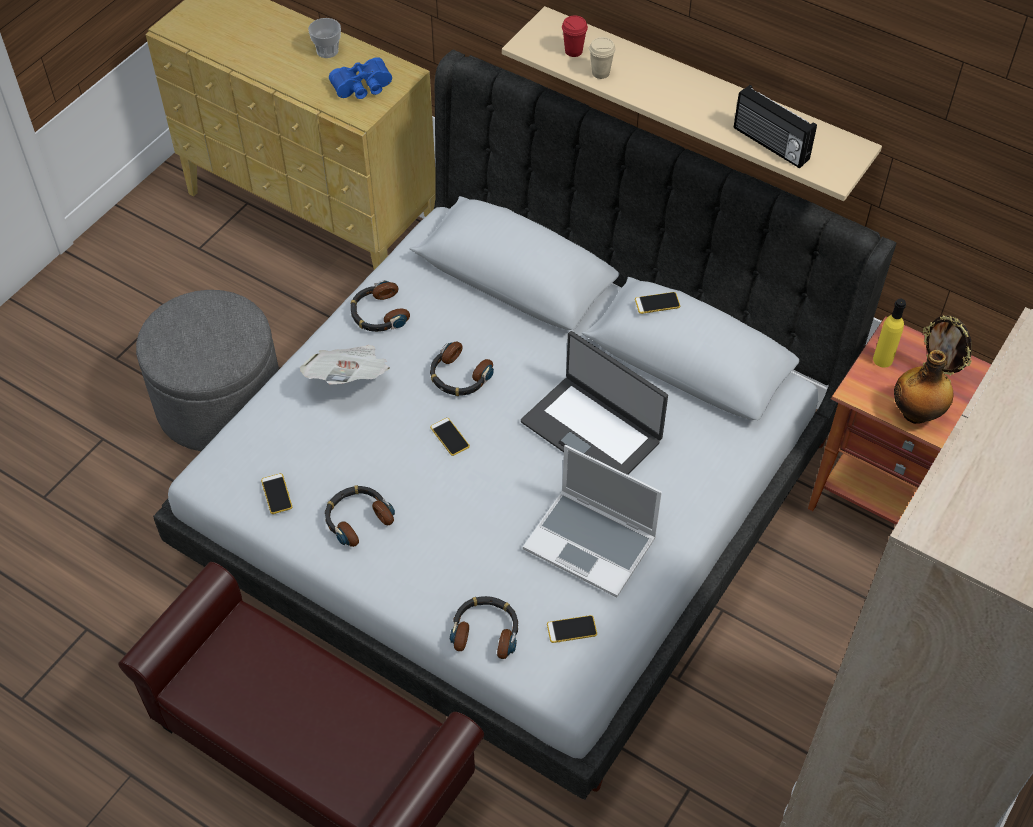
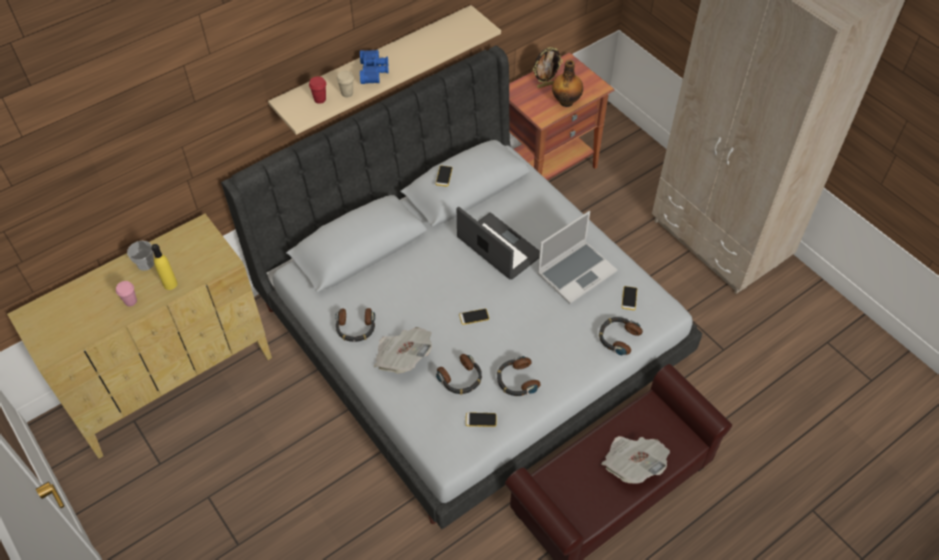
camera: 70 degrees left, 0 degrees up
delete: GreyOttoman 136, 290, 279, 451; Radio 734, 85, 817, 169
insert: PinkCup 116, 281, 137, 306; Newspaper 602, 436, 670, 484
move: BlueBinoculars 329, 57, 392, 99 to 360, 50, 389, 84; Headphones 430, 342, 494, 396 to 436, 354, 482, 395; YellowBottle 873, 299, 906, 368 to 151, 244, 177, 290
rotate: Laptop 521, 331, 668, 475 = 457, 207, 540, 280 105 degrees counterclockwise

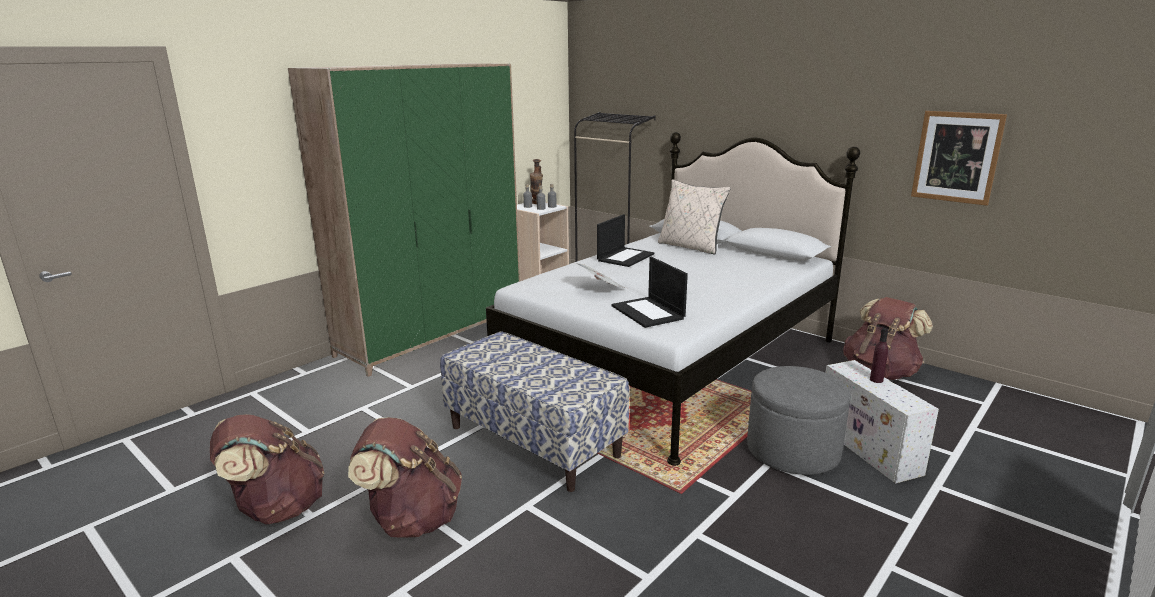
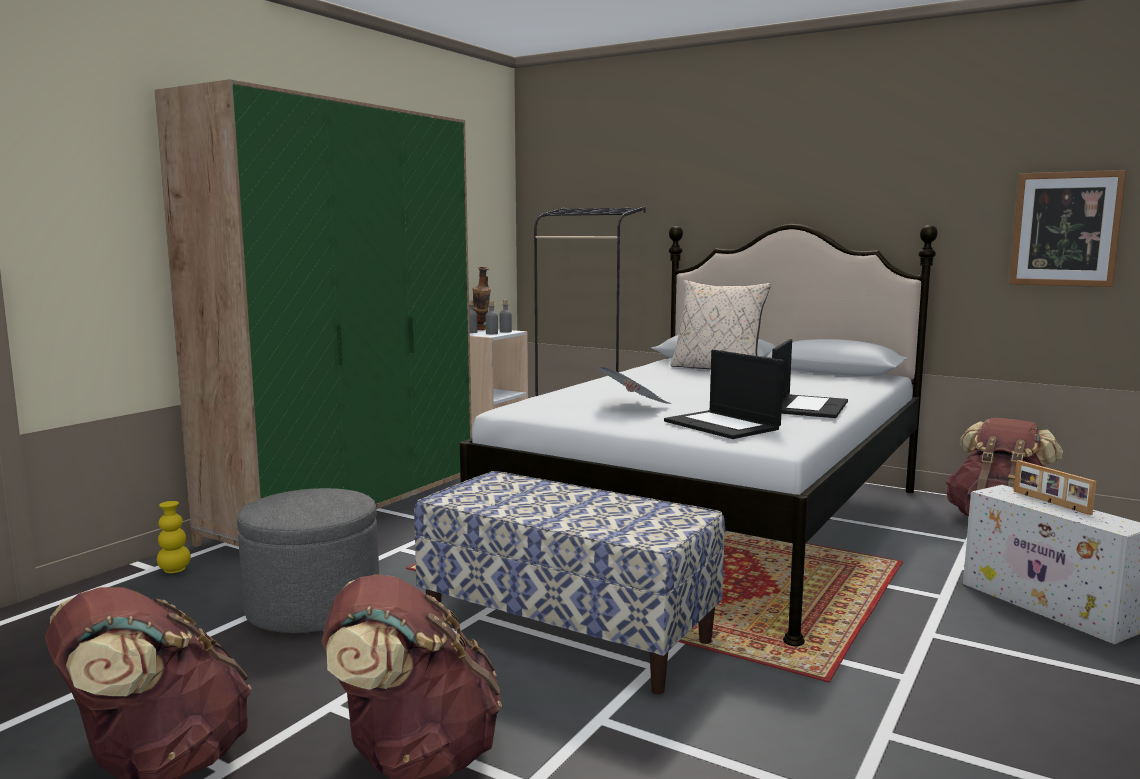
camera: 10 degrees left, 10 degrees down
insert: YellowVase 157, 501, 191, 573
move: Laptop 597, 214, 654, 267 to 772, 339, 848, 418; GreyOttoman 747, 366, 851, 475 to 237, 488, 379, 633
replace: PurpleBottle 870, 328, 888, 383 to PictureFrame 1014, 460, 1096, 515

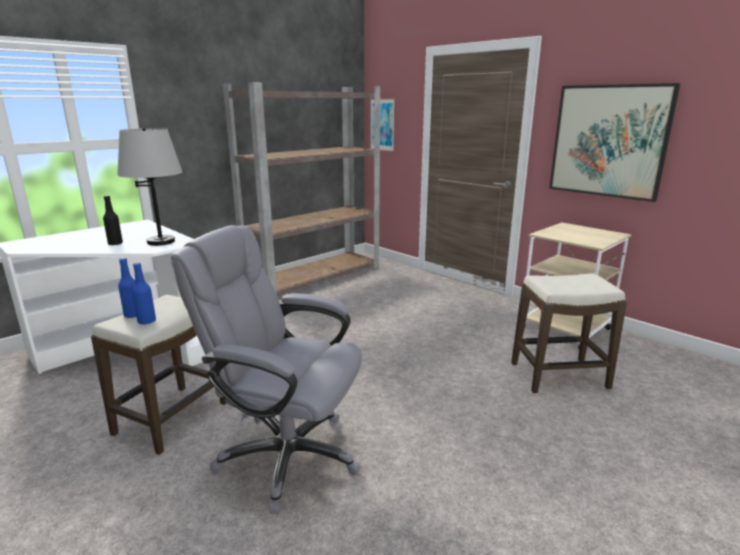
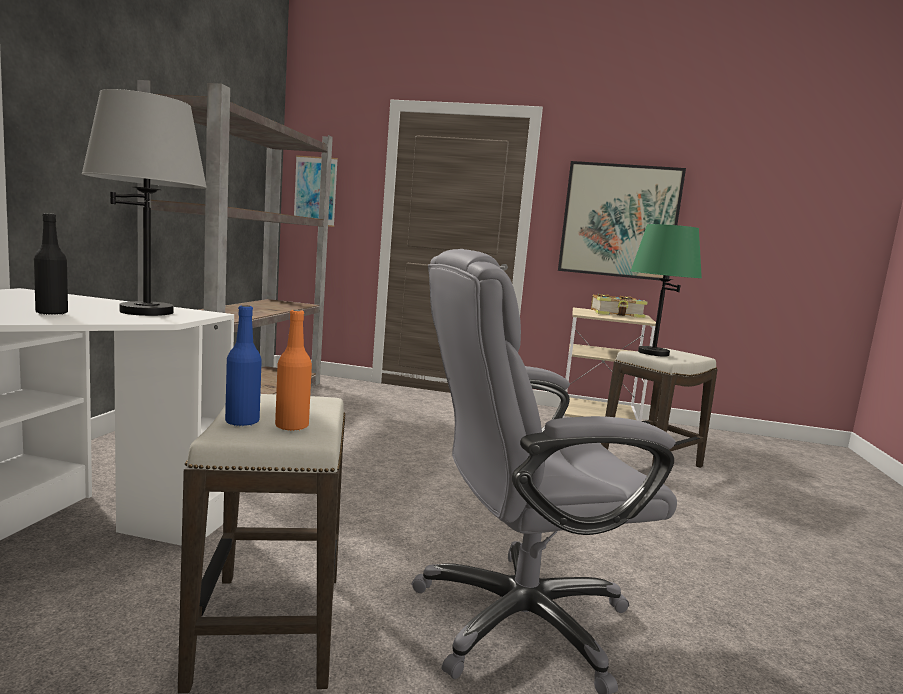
camera: 35 degrees left, 10 degrees down
insert: Book 591, 294, 647, 318; GreenTableLamp 631, 224, 702, 357
recolor: BlueBottle 132, 262, 156, 325 to OrangeBottle 275, 310, 312, 431

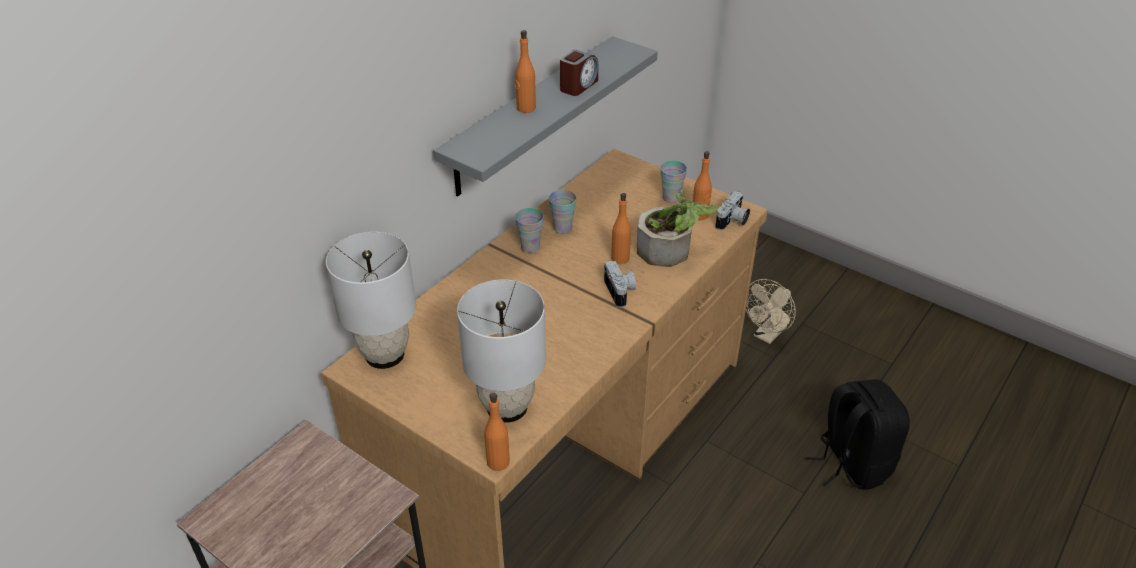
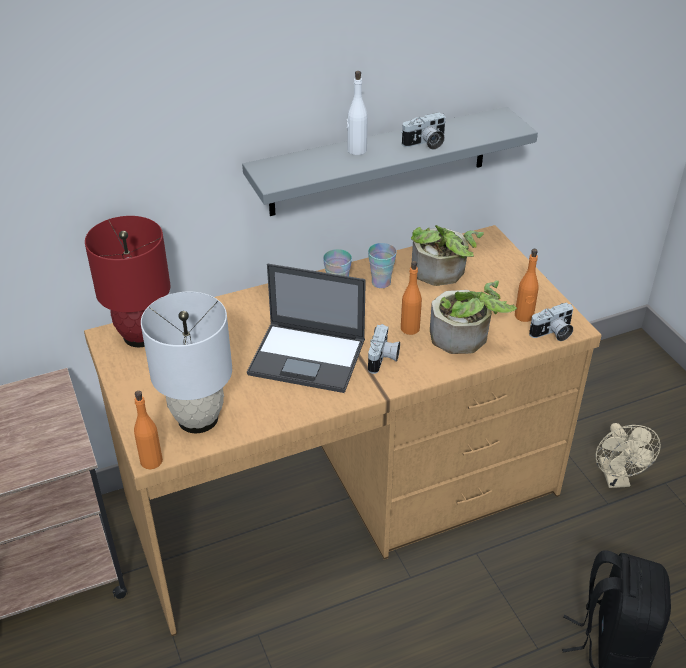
camera: 30 degrees right, 0 degrees up
delete: Cup 660, 161, 687, 203
insert: Laptop 247, 264, 366, 393; PottedPlant 411, 225, 484, 286
replace: AlarmClock 560, 50, 598, 96 to PhotoCamera 401, 112, 446, 150
recolor: WhiteTableLamp 326, 232, 416, 369 to RedTableLamp 85, 216, 170, 347; OrangeBottle 515, 30, 536, 113 to WhiteBottle 347, 71, 368, 155
rotate: BeigeFan 746, 279, 796, 344 = 595, 423, 661, 488 75 degrees counterclockwise

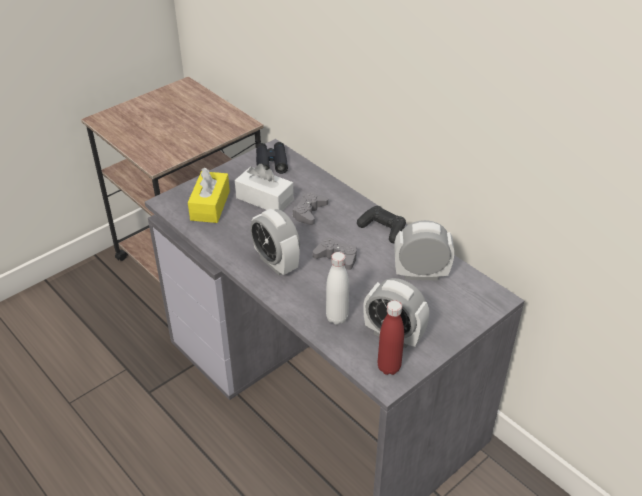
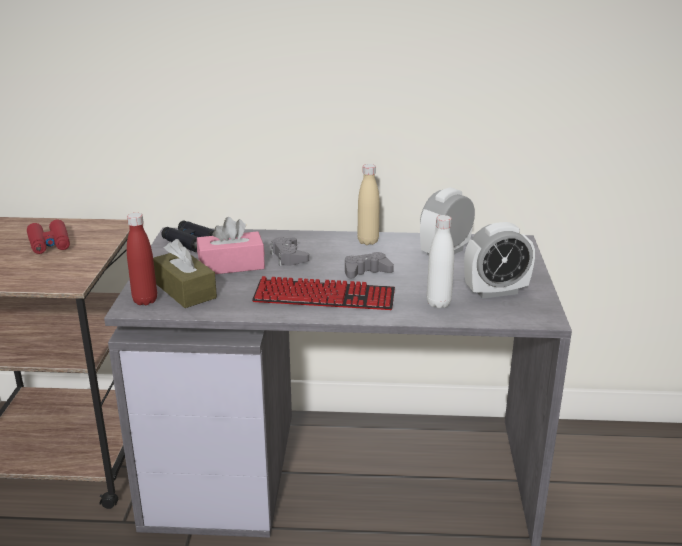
camera: 45 degrees left, 15 degrees down
insert: RedBinoculars 27, 220, 70, 254
move: RedBottle 378, 300, 404, 375 to 127, 213, 157, 305
replace: AlarmClock 250, 209, 300, 276 to Keyboard 252, 276, 395, 310; BlackGameController 357, 206, 406, 243 to BeigeBottle 357, 164, 380, 245
recolor: YellowTissueBox 188, 167, 230, 223 to BrownTissueBox 153, 239, 217, 308; WhiteTissueBox 235, 164, 294, 211 to PinkTissueBox 197, 217, 265, 274

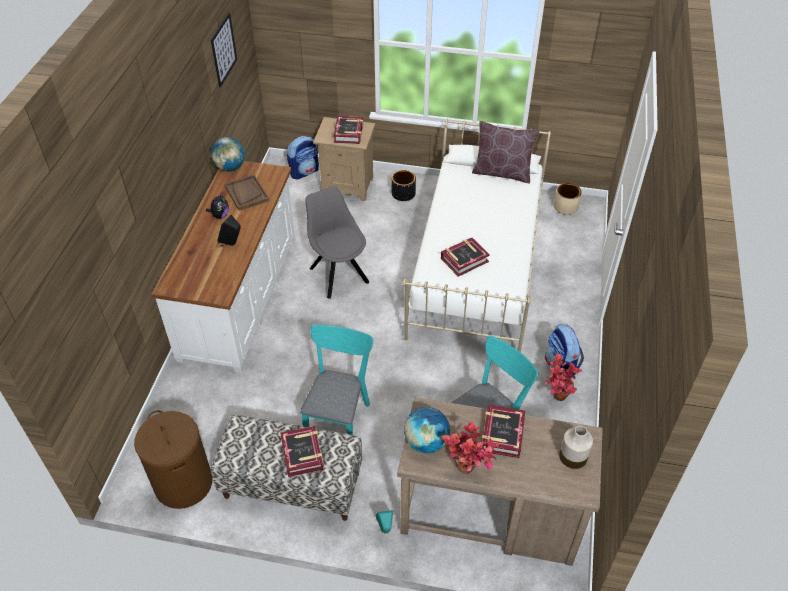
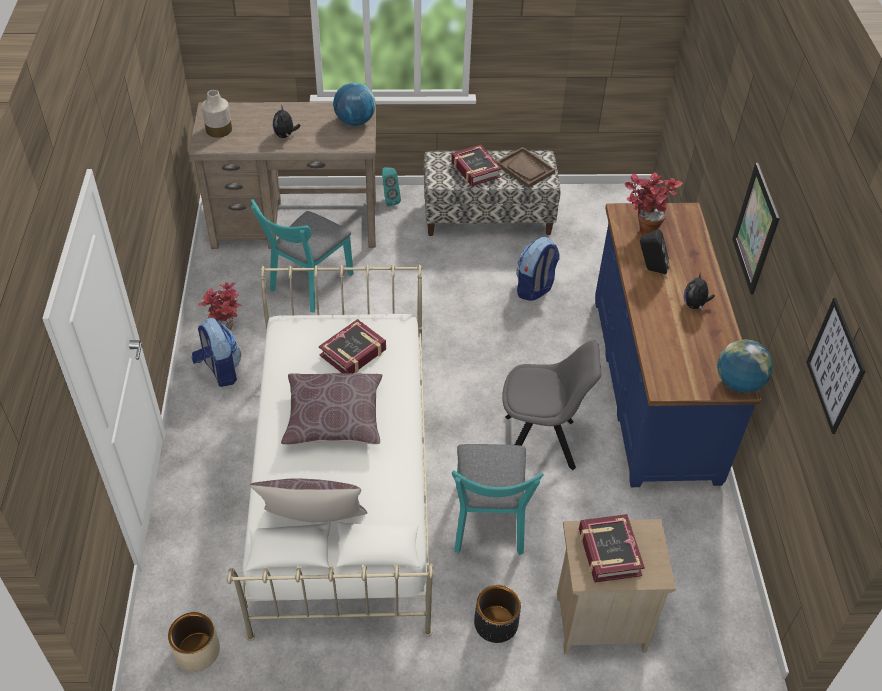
camera: 165 degrees right, 0 degrees up
delete: BrownLaundryBasket 134, 410, 212, 509
insert: BrownPillow 281, 373, 382, 445; Picture 732, 163, 780, 295
move: BrownTray 224, 175, 270, 211 to 496, 147, 556, 188; Backpack 287, 136, 319, 180 to 517, 237, 560, 301; TurquoiseChair 300, 325, 373, 435 to 452, 444, 544, 555; PottedPlant 442, 421, 499, 474 to 625, 172, 683, 235
replace: Book 481, 405, 525, 458 to PlushToy 273, 105, 301, 138
recolor: WhiteDresser 151, 161, 295, 373 to BlueDresser 595, 203, 761, 487
rotate: GreyChair 305, 186, 369, 299 = 502, 340, 601, 470 45 degrees counterclockwise

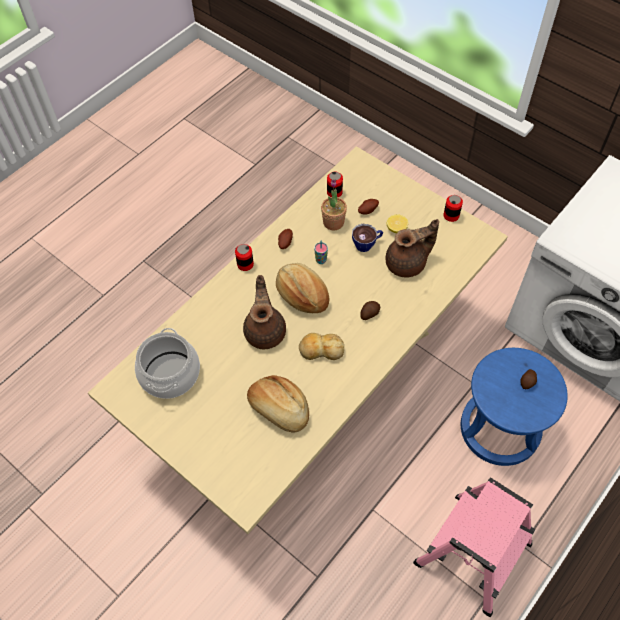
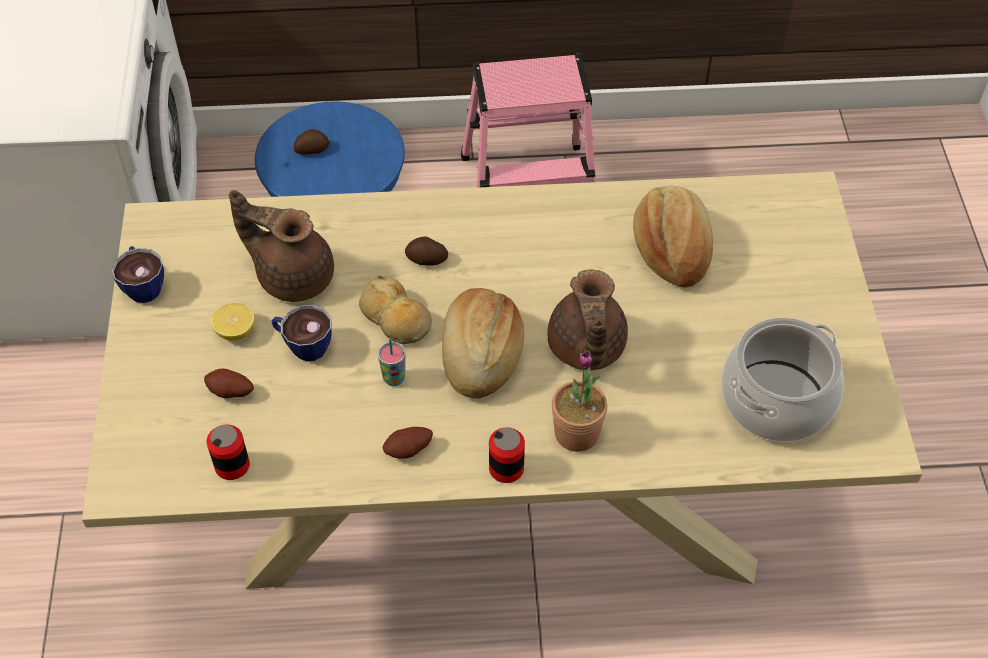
camera: 135 degrees left, 5 degrees down
move: Bread 299, 333, 344, 360 to 359, 276, 432, 344; PottedPlant 321, 179, 347, 230 to 552, 351, 607, 452
replace: Can 443, 195, 463, 222 to Cup 111, 246, 164, 303
rotate: BrownTeapot 243, 275, 286, 349 = 548, 269, 628, 371 45 degrees counterclockwise

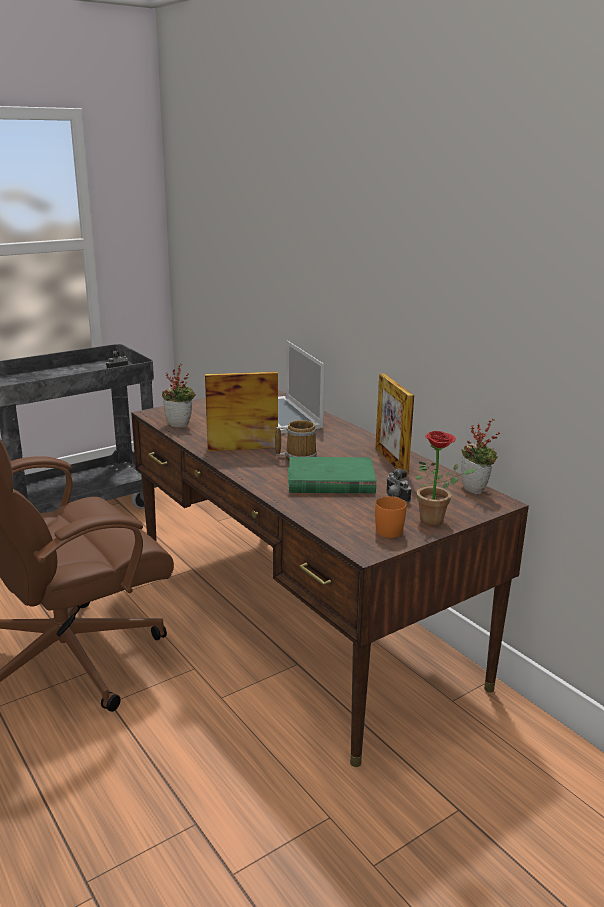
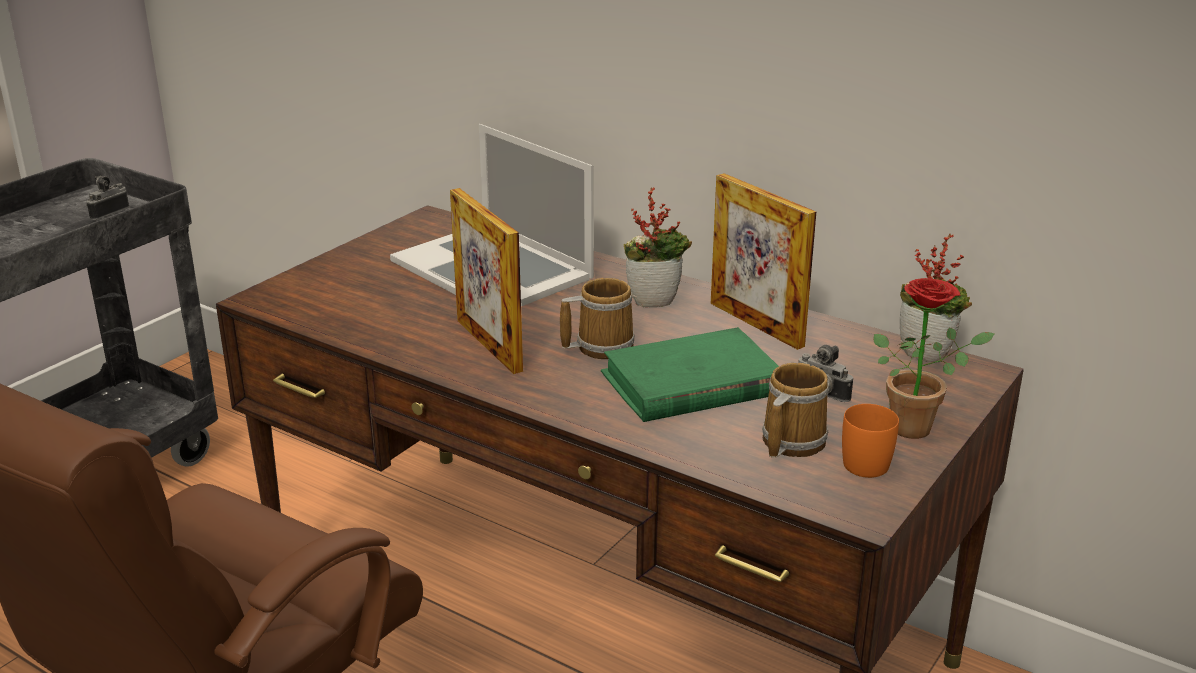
camera: 20 degrees left, 5 degrees up
insert: Mug 762, 363, 829, 458
move: PottedPlant 162, 363, 196, 427 to 624, 188, 692, 307
rotate: PictureFrame 205, 372, 278, 451 = 450, 188, 523, 374 90 degrees counterclockwise

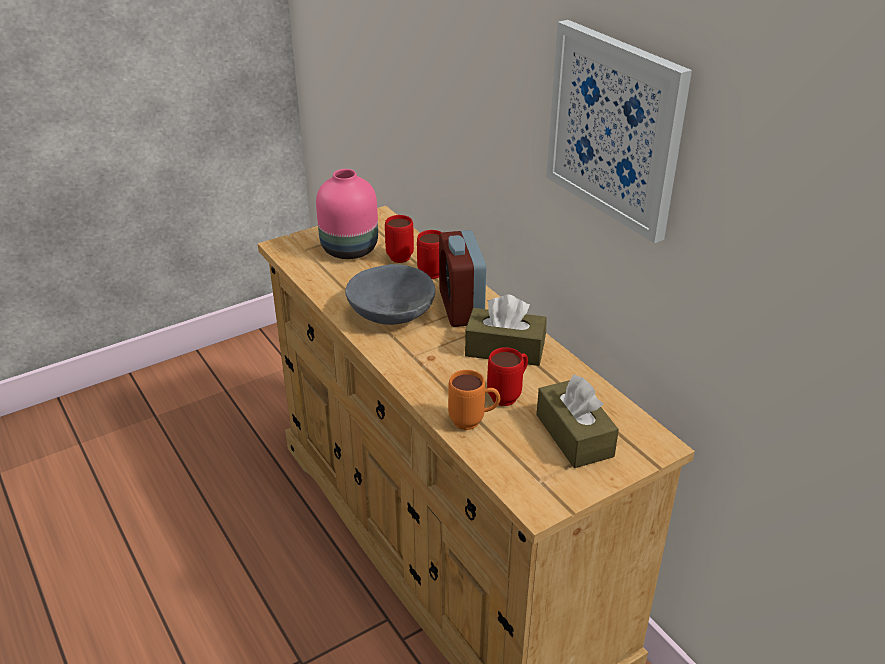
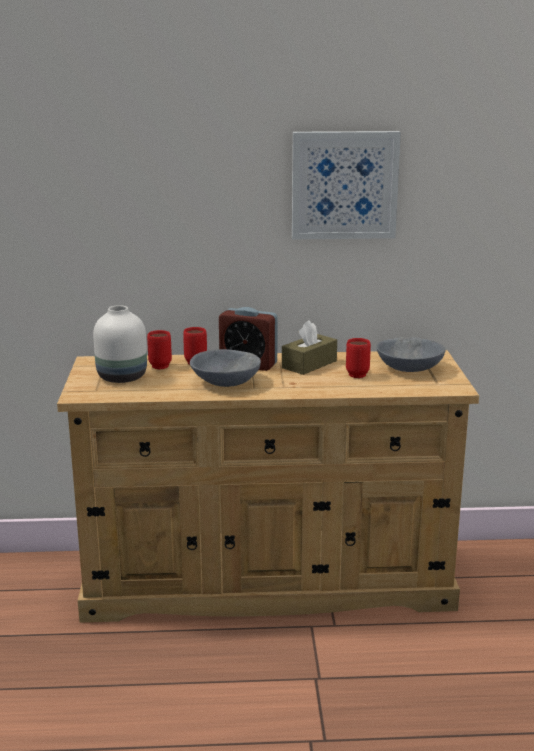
camera: 60 degrees left, 15 degrees down
delete: OrangeMug 448, 370, 500, 430
replace: BrownTissueBox 537, 374, 619, 468 to GreyBowl 377, 337, 446, 372
recolor: PinkVase 316, 169, 378, 259 to WhiteVase 93, 305, 147, 383

